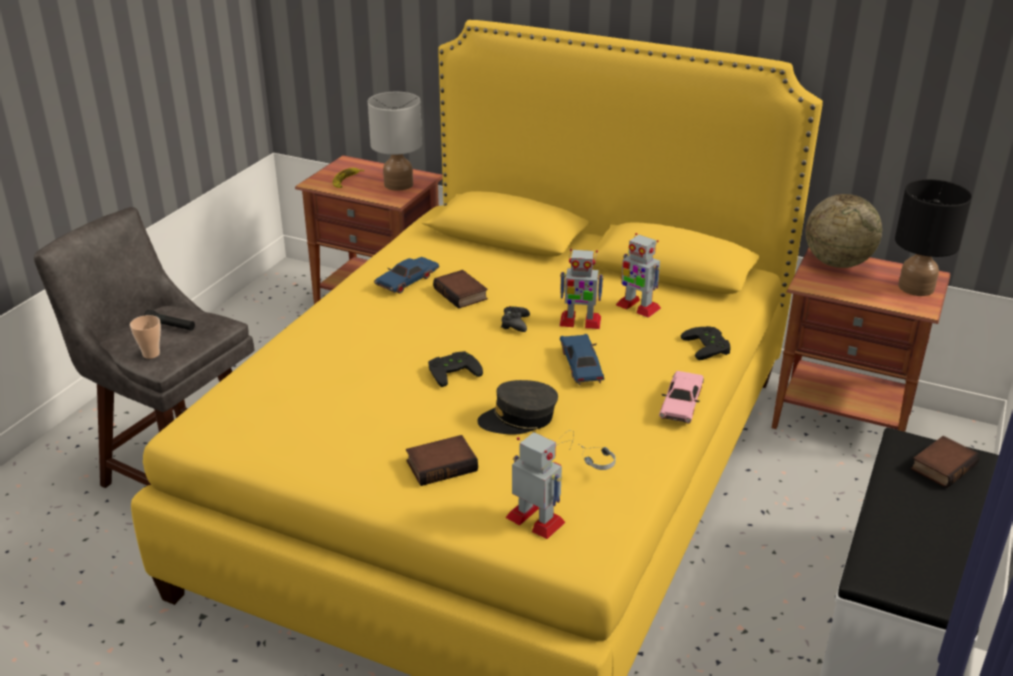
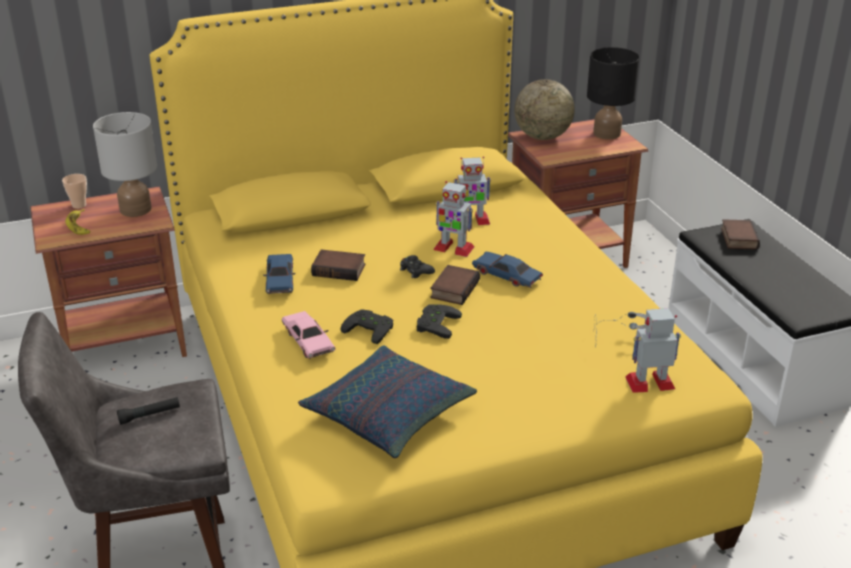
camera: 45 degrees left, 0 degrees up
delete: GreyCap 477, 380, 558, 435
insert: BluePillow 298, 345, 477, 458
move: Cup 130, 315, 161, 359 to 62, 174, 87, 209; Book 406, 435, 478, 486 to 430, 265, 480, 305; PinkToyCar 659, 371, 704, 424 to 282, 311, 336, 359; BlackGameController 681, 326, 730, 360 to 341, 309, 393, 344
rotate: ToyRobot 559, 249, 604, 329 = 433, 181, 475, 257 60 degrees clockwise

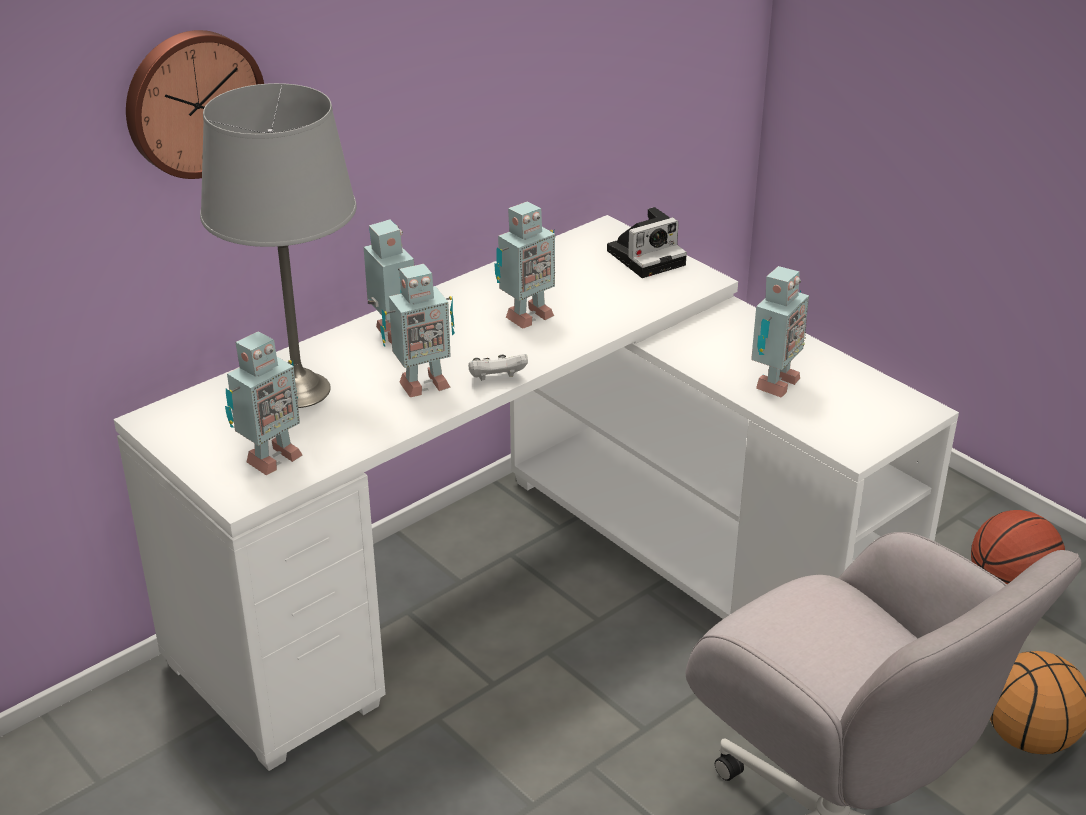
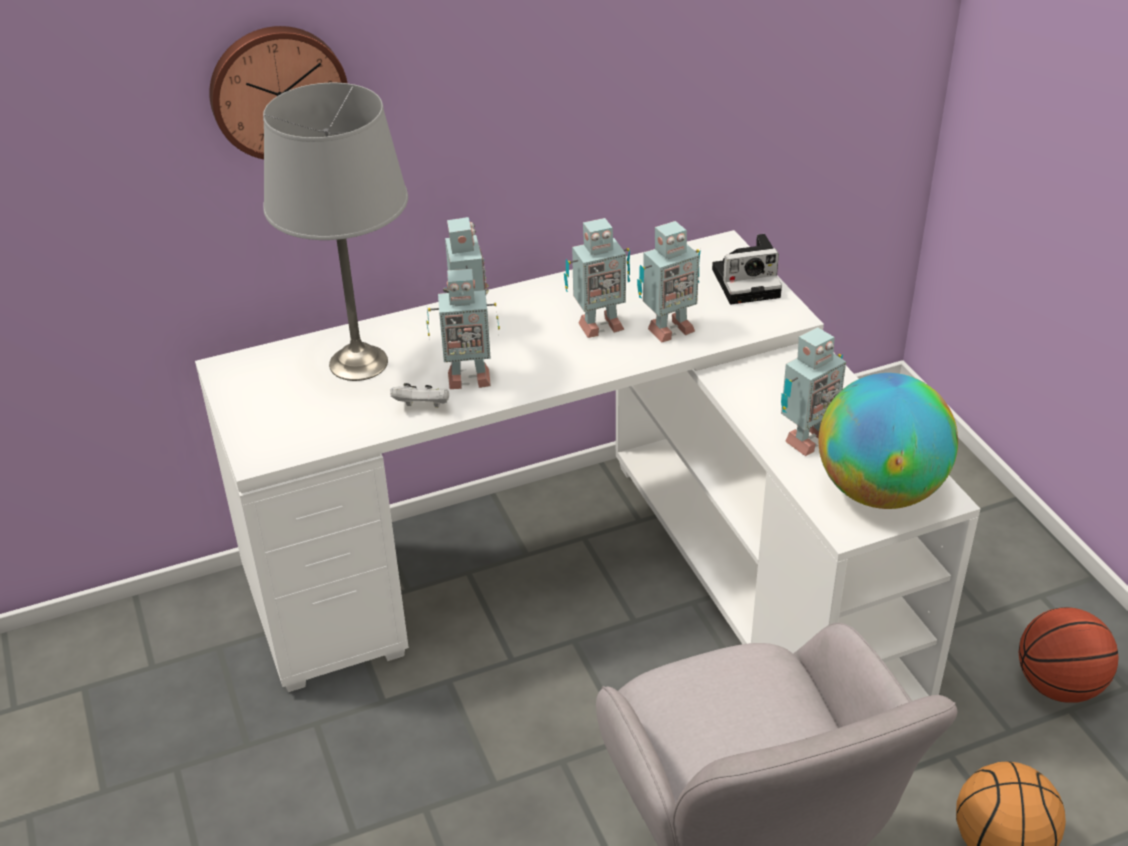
camera: 20 degrees right, 5 degrees up
insert: Globe 819, 373, 958, 509
move: ToyRobot 225, 331, 302, 475 to 637, 221, 701, 343; WhiteGameController 468, 354, 528, 381 to 390, 383, 449, 408

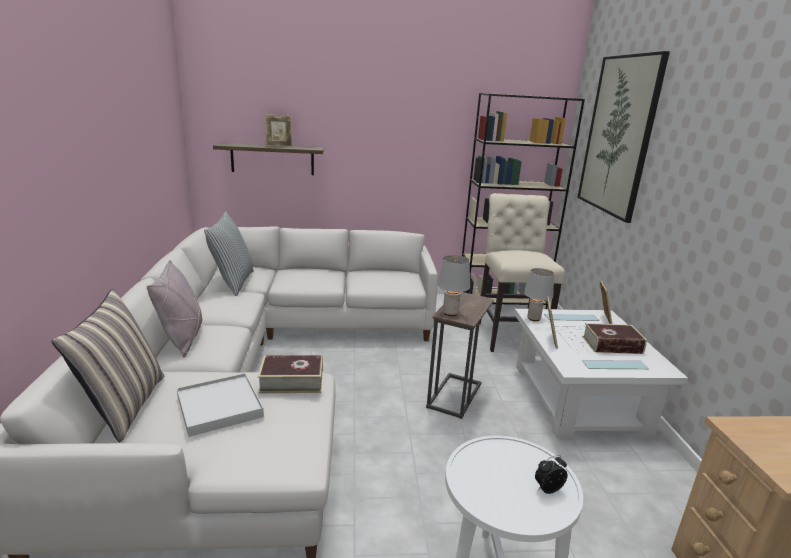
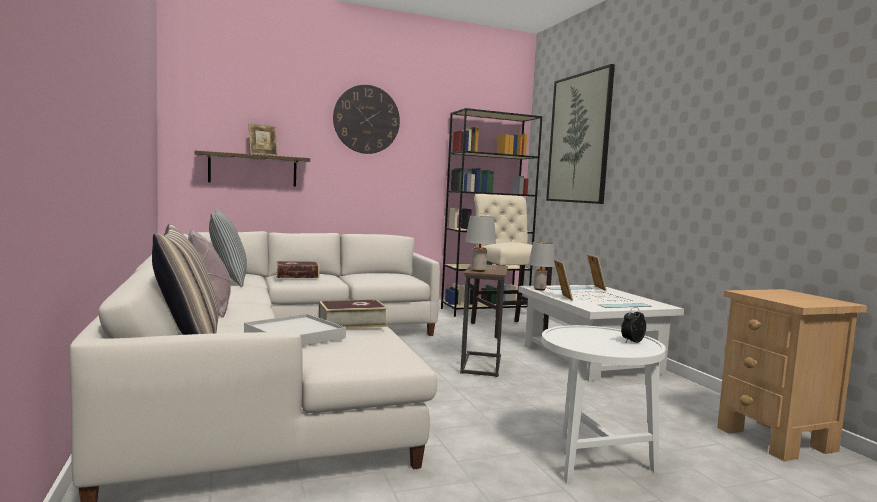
camera: 15 degrees left, 15 degrees down
insert: WallClock 333, 85, 400, 154
move: Book 582, 323, 647, 354 to 276, 261, 320, 278

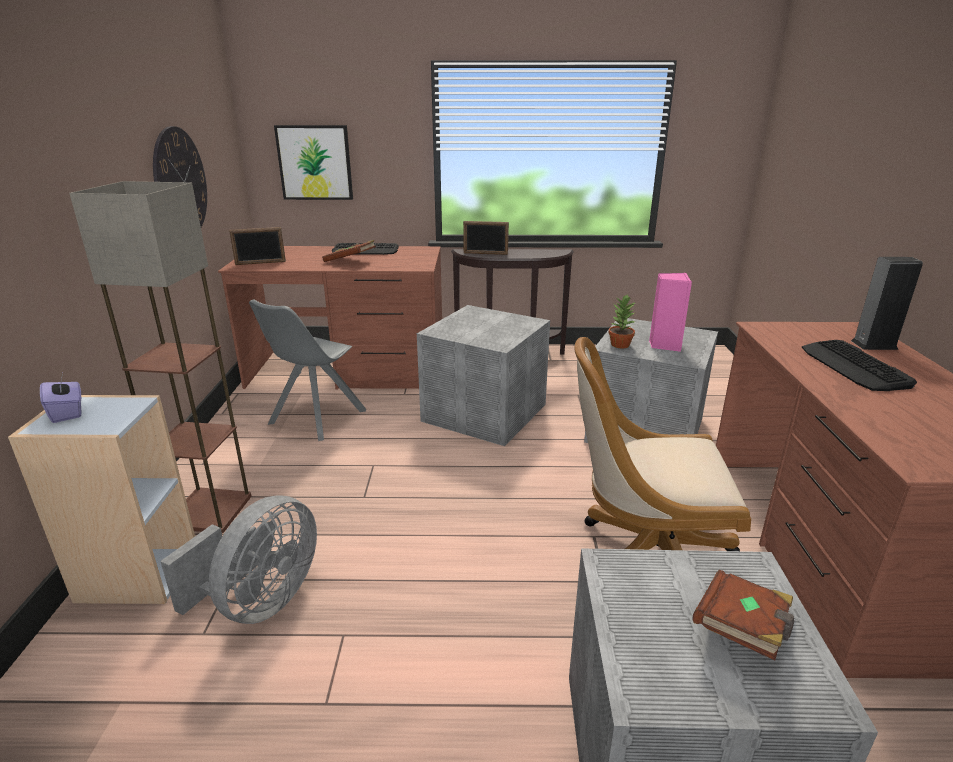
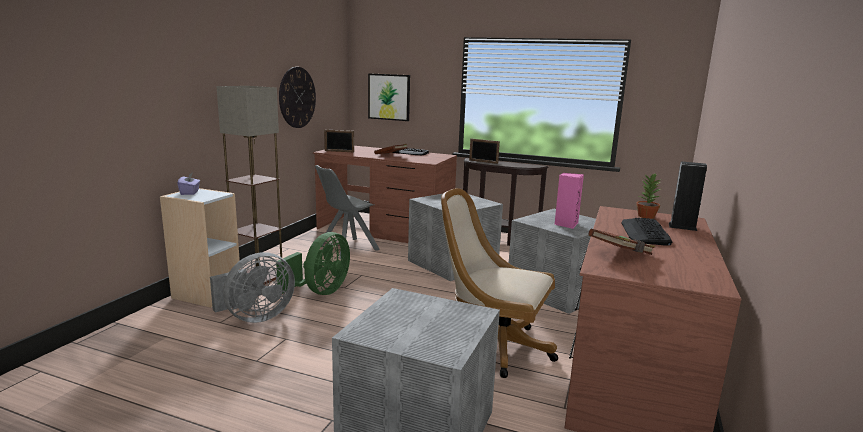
camera: 20 degrees right, 10 degrees down
insert: GreenFan 276, 232, 350, 295
move: PottedPlant 609, 295, 635, 348 to 636, 173, 662, 219; BrownBook 692, 570, 794, 660 to 588, 229, 655, 255

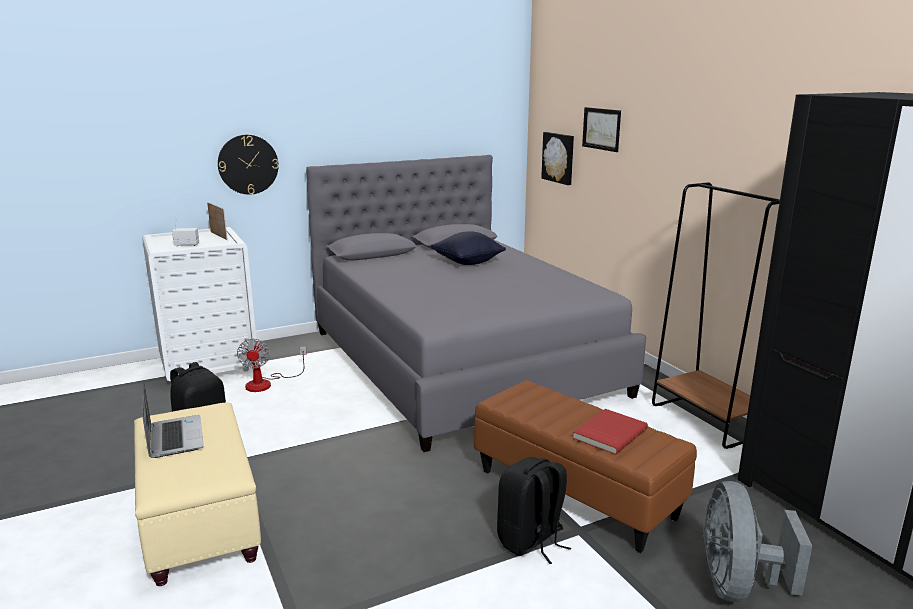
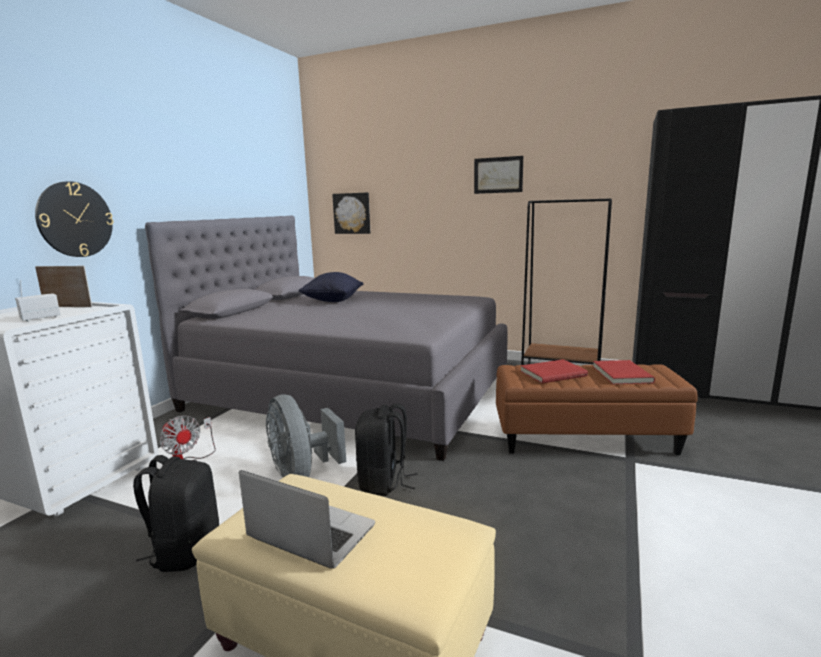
camera: 40 degrees left, 5 degrees down
insert: RedBook 521, 359, 588, 383
move: BlackBackpack 497, 457, 571, 564 to 355, 403, 418, 496; Picture 582, 107, 621, 152 to 474, 156, 523, 194; GreyFan 703, 481, 812, 602 to 266, 394, 346, 477

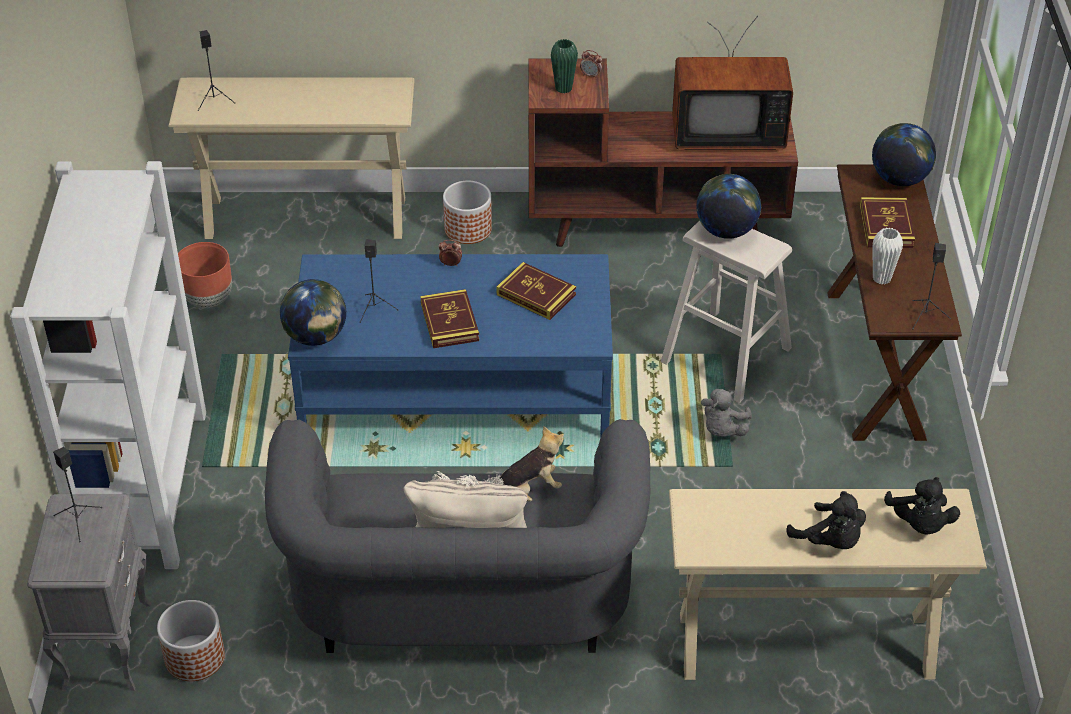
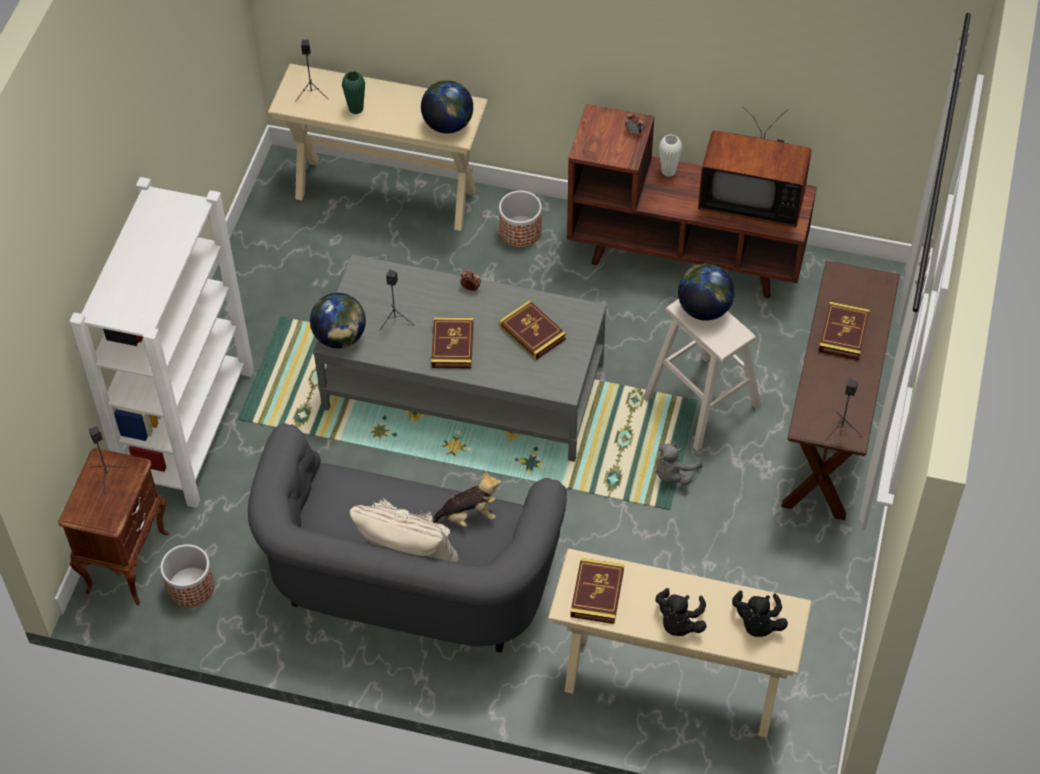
camera: 15 degrees right, 10 degrees up
delete: BrownPlanter 178, 242, 232, 308
insert: Book 570, 558, 624, 624
move: GreenVase 551, 39, 578, 94 to 342, 71, 365, 114; Globe 872, 123, 936, 186 to 421, 80, 473, 134; WhiteVase 873, 227, 903, 285 to 659, 134, 683, 177
recolor: GreyNightstand 27, 494, 152, 691 to BrownNightstand 58, 448, 170, 606; BlueCoffeeTable 288, 254, 613, 437 to GreyCoffeeTable 313, 255, 607, 462
rotate: BlackPlushToy 786, 491, 866, 549 = 655, 588, 706, 636 45 degrees clockwise

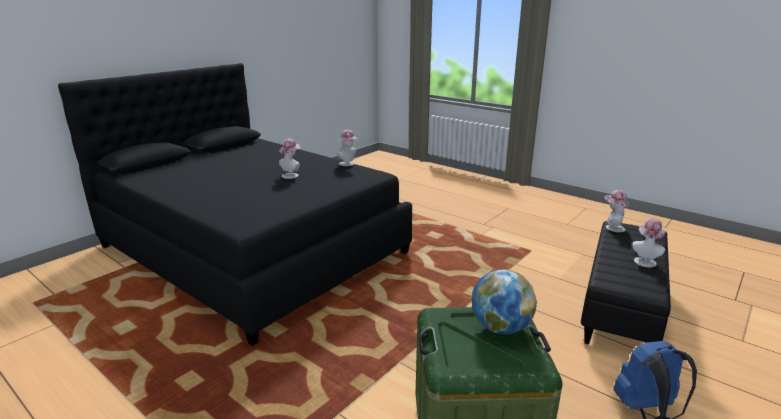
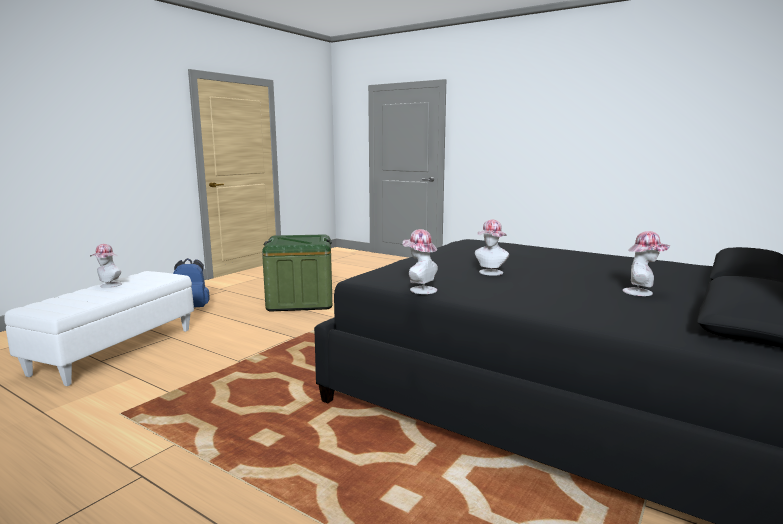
camera: 175 degrees right, 10 degrees down
delete: Globe 472, 270, 537, 334
move: Hat 605, 190, 629, 232 to 623, 231, 670, 296
recolor: BlackOttoman 581, 221, 671, 344 to WhiteOttoman 5, 271, 194, 386

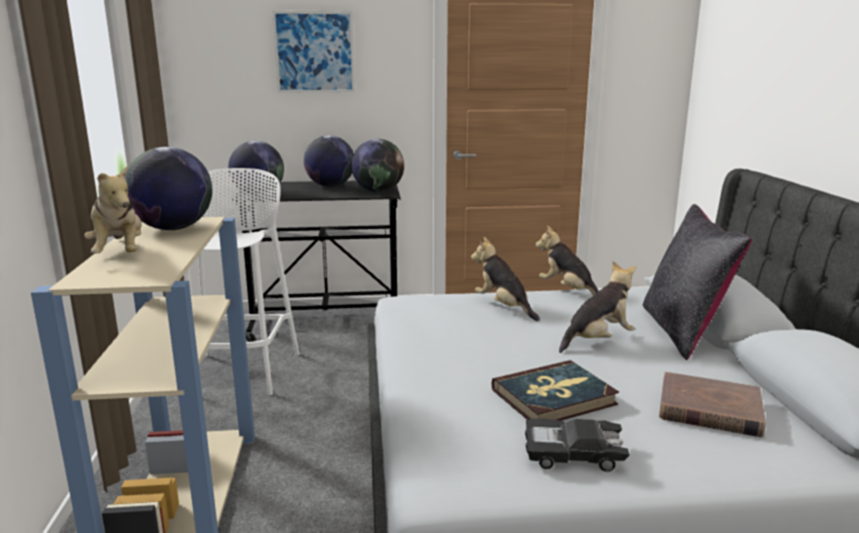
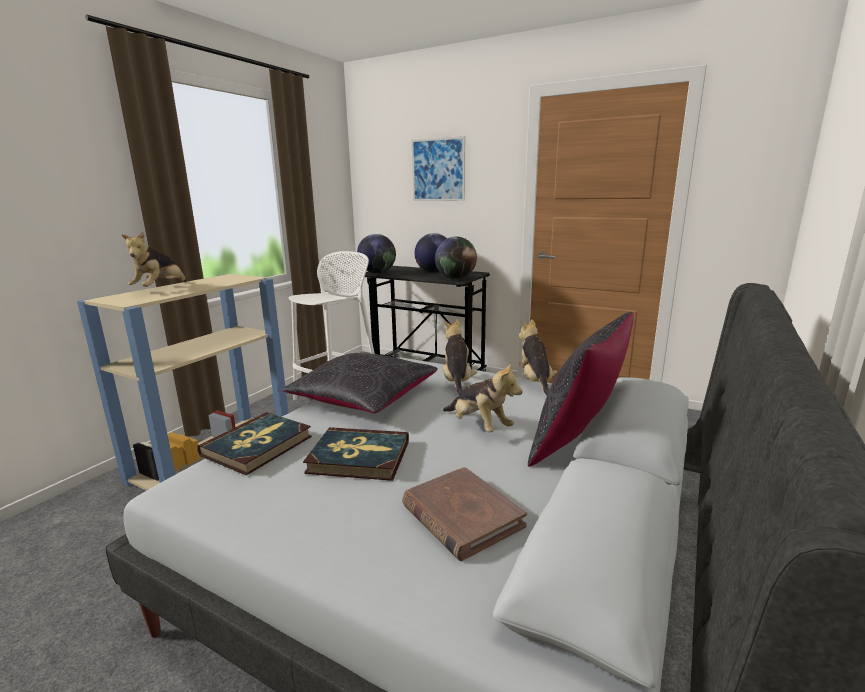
camera: 35 degrees right, 0 degrees up
delete: Globe 125, 147, 212, 230; BlackToyCar 525, 418, 630, 472
insert: Book 197, 412, 312, 475; BlackPillow 282, 353, 438, 414
rotate: PlushToy 559, 261, 636, 353 = 443, 362, 523, 432 45 degrees clockwise

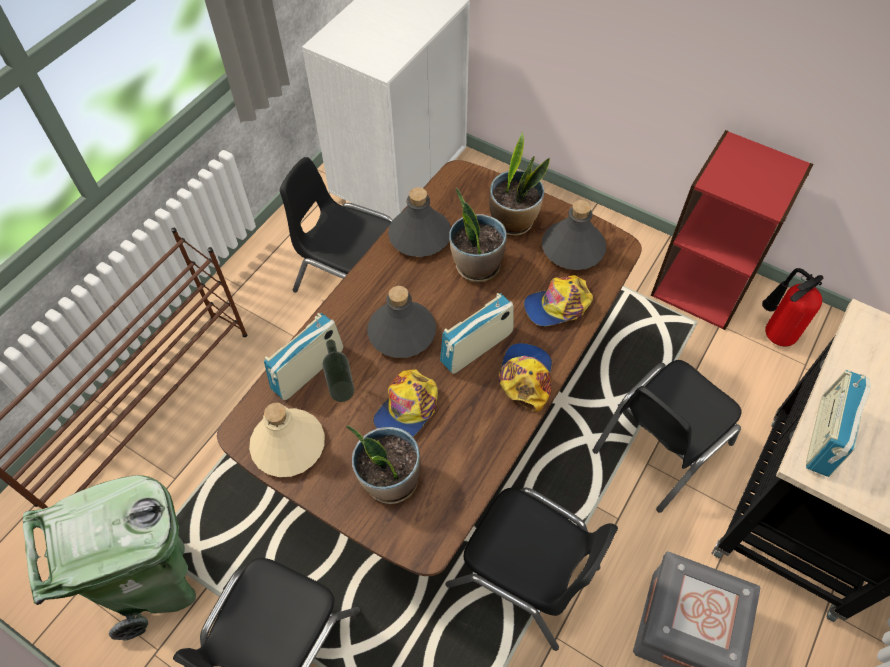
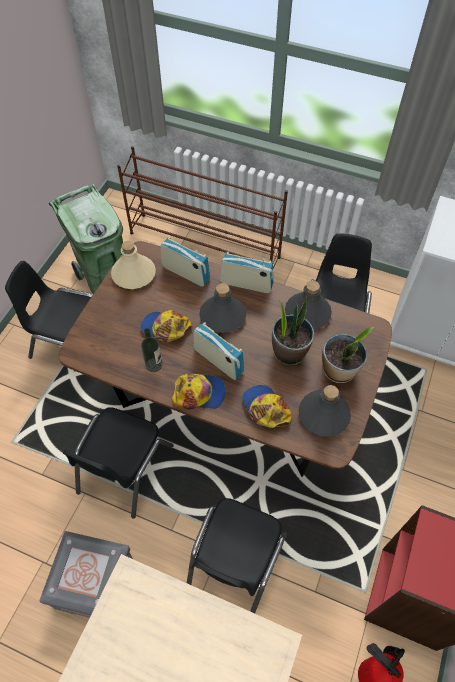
camera: 80 degrees right, 0 degrees up
delete: PottedPlant 346, 425, 420, 504
move: Bottle 322, 340, 354, 402 to 141, 328, 163, 372; Radio 806, 370, 871, 477 to 220, 252, 273, 293
rotate: BlackChair 593, 360, 742, 513 = 187, 498, 287, 613 105 degrees counterclockwise

